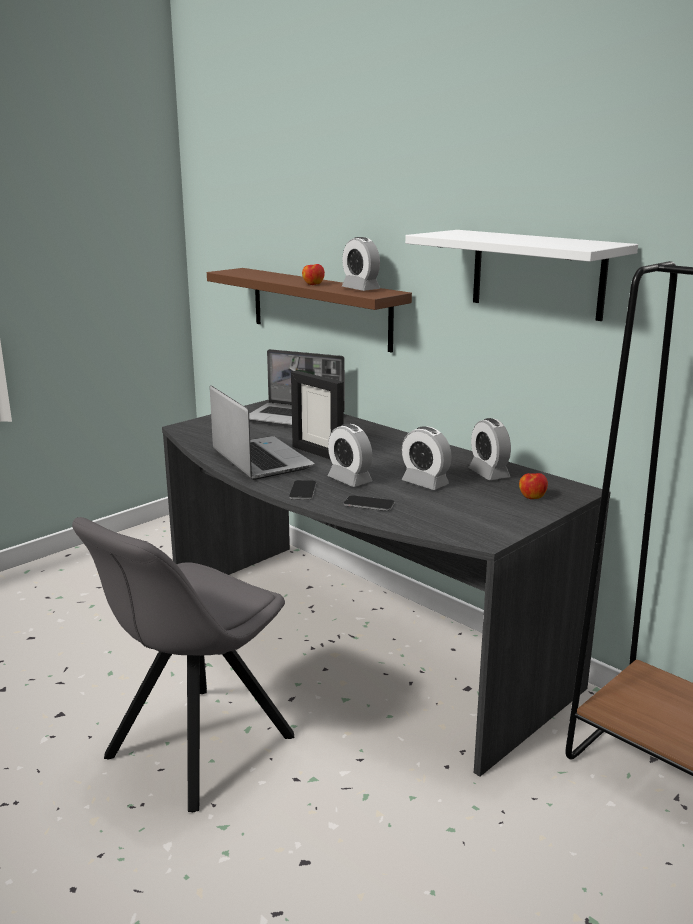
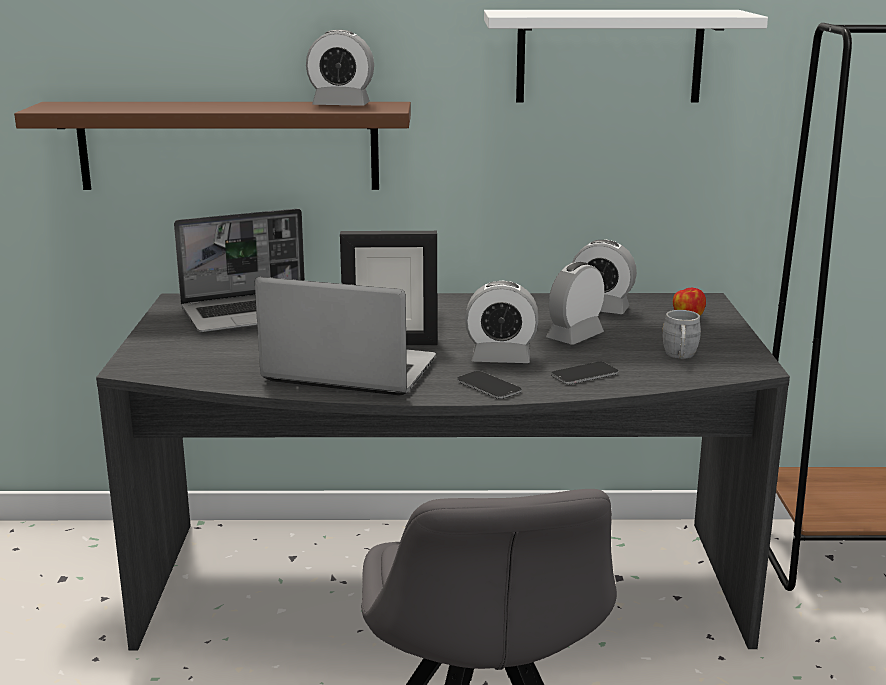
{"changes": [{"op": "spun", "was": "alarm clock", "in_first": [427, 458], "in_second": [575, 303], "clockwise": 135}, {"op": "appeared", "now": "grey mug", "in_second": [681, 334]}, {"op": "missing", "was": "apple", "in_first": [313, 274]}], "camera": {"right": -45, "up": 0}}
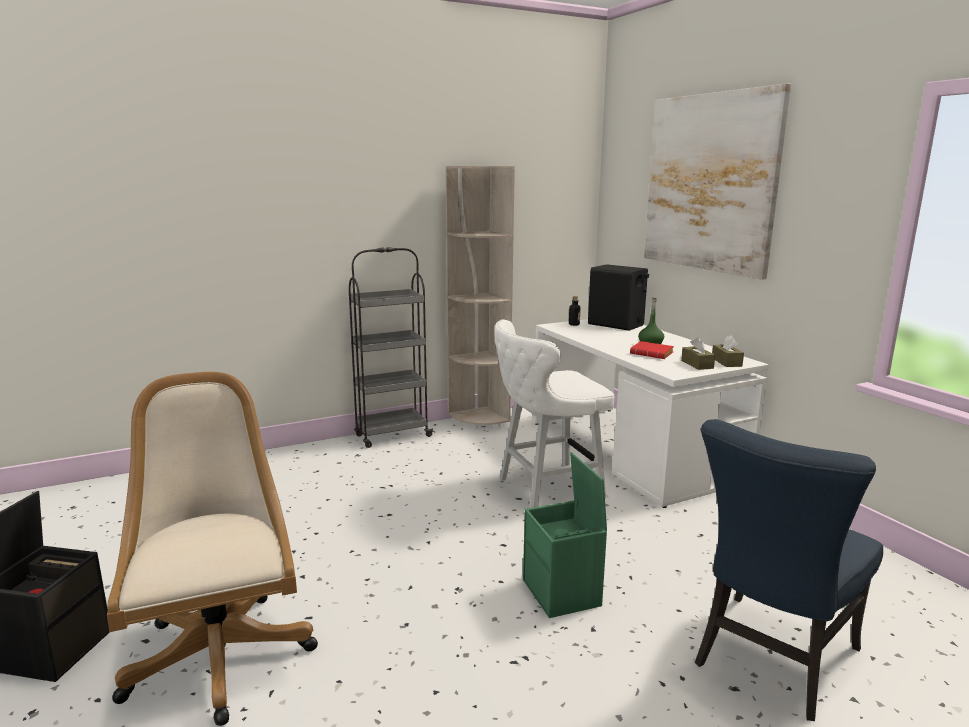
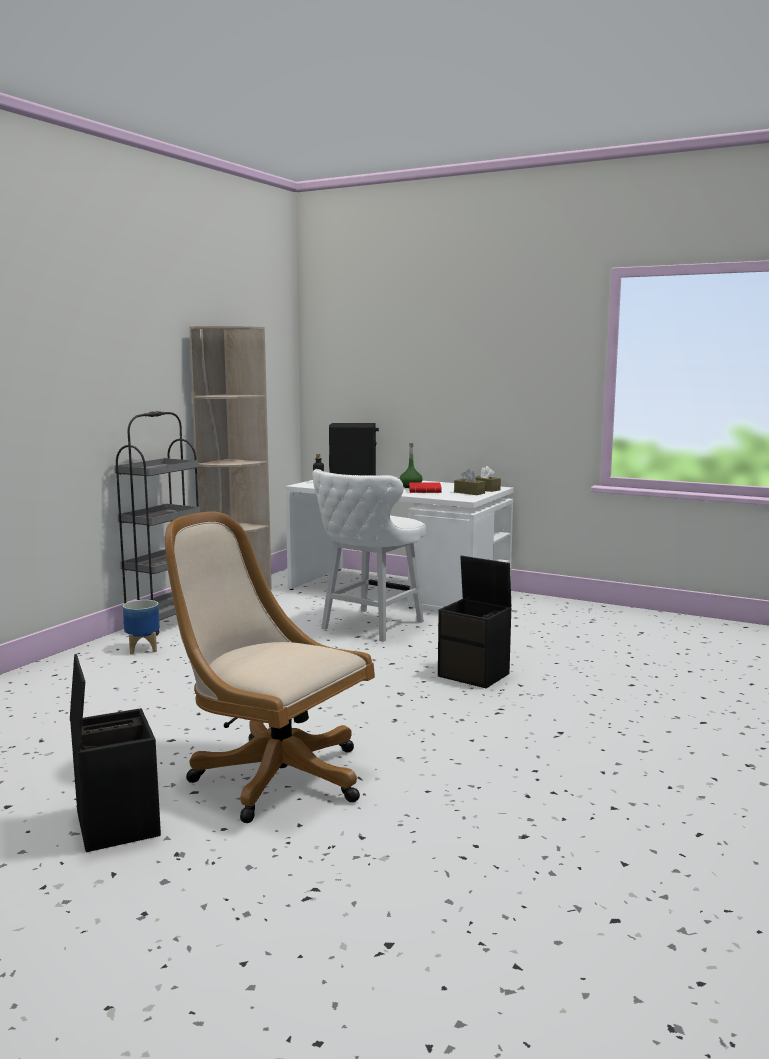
{"changes": [{"op": "appeared", "now": "planter", "in_second": [141, 627]}, {"op": "colour", "was": "green storage box", "now": "black storage box", "in_first": [565, 535], "in_second": [474, 622]}, {"op": "missing", "was": "picture", "in_first": [717, 181]}, {"op": "missing", "was": "blue chair", "in_first": [789, 570]}], "camera": {"right": -35, "up": -5}}
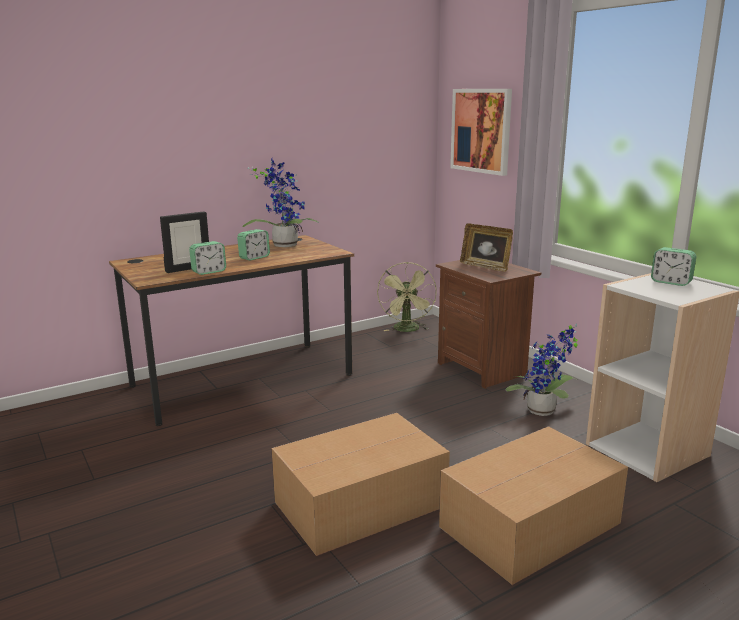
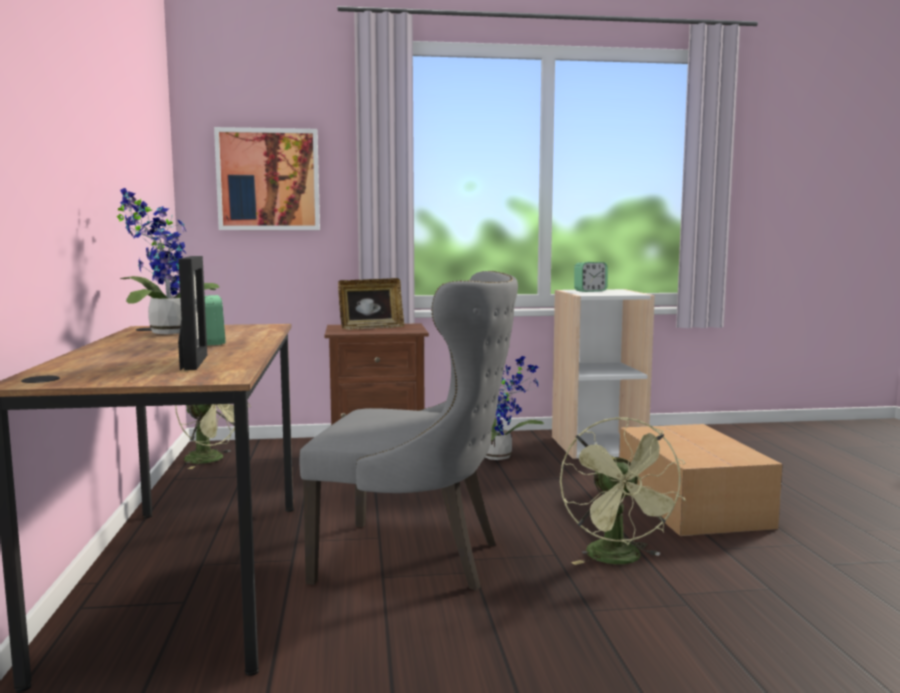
{"changes": [{"op": "appeared", "now": "grey chair", "in_second": [408, 430]}, {"op": "exchanged", "was": "cardboard box", "now": "green fan", "in_first": [361, 484], "in_second": [623, 491]}, {"op": "missing", "was": "alarm clock", "in_first": [207, 258]}], "camera": {"right": -65, "up": -10}}
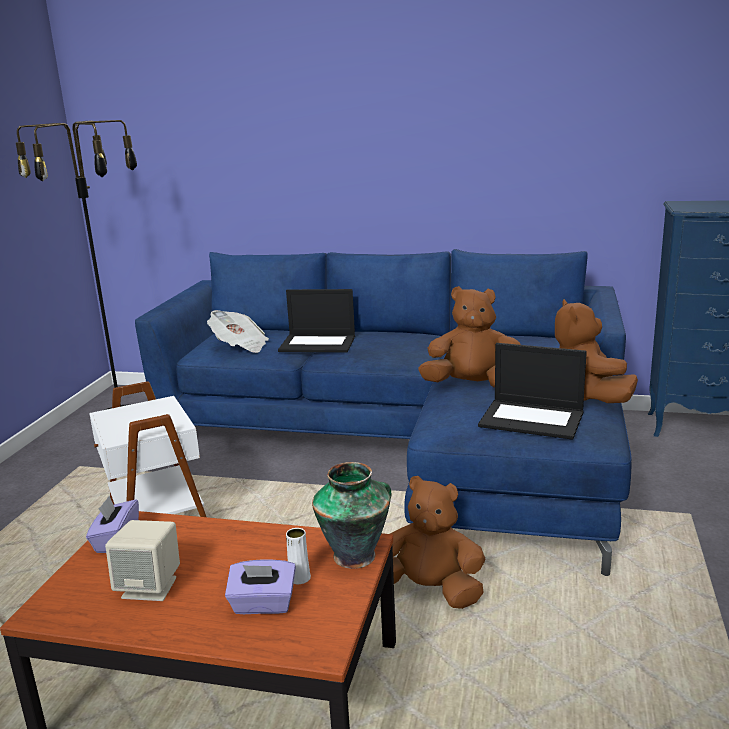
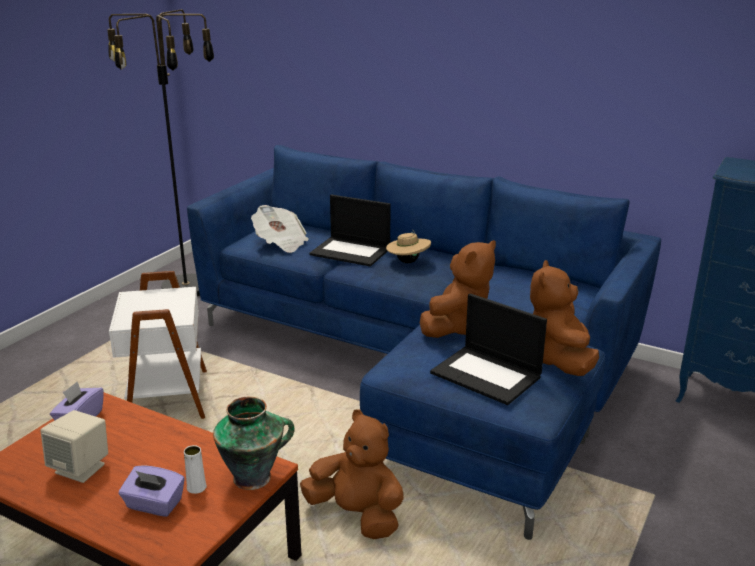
{"changes": [{"op": "appeared", "now": "beige hat", "in_second": [408, 246]}, {"op": "spun", "was": "brown plush toy", "in_first": [469, 337], "in_second": [458, 289], "clockwise": 105}], "camera": {"right": 15, "up": 5}}
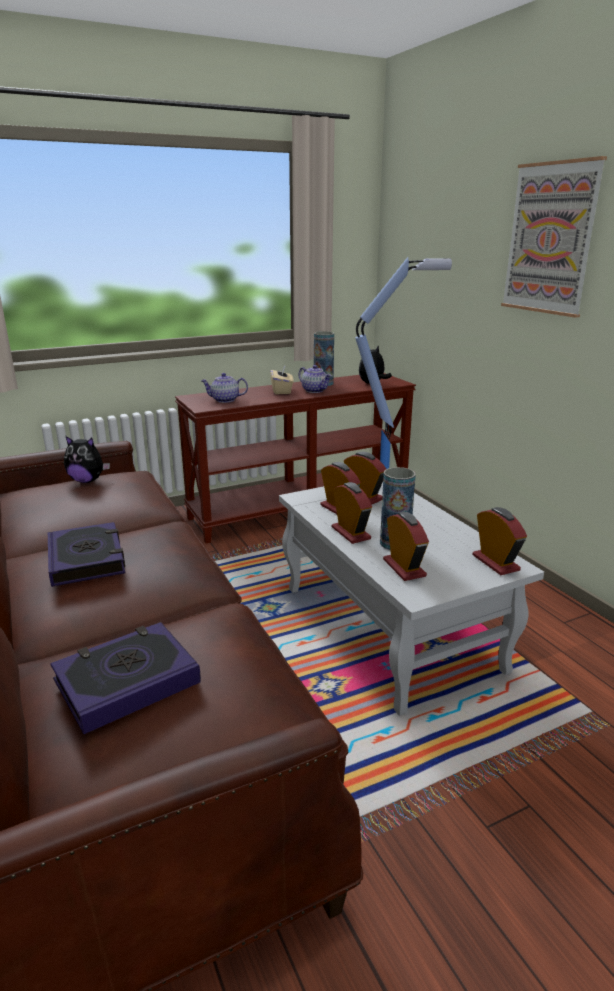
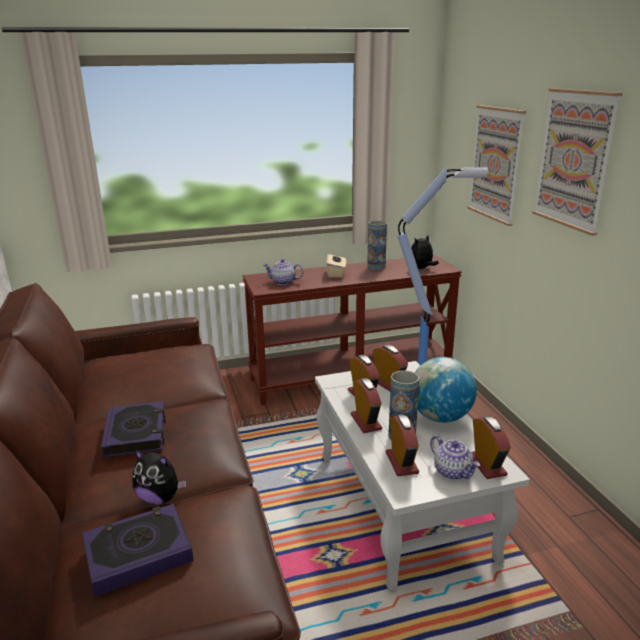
{"changes": [{"op": "relocated", "was": "plush toy", "in_first": [87, 459], "in_second": [159, 477]}, {"op": "appeared", "now": "globe", "in_second": [446, 390]}, {"op": "relocated", "was": "teapot", "in_first": [314, 379], "in_second": [455, 457]}, {"op": "appeared", "now": "picture", "in_second": [496, 165]}], "camera": {"right": 10, "up": 0}}
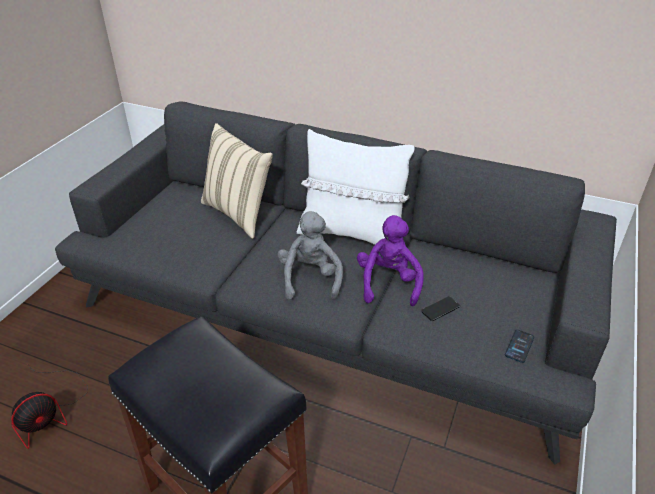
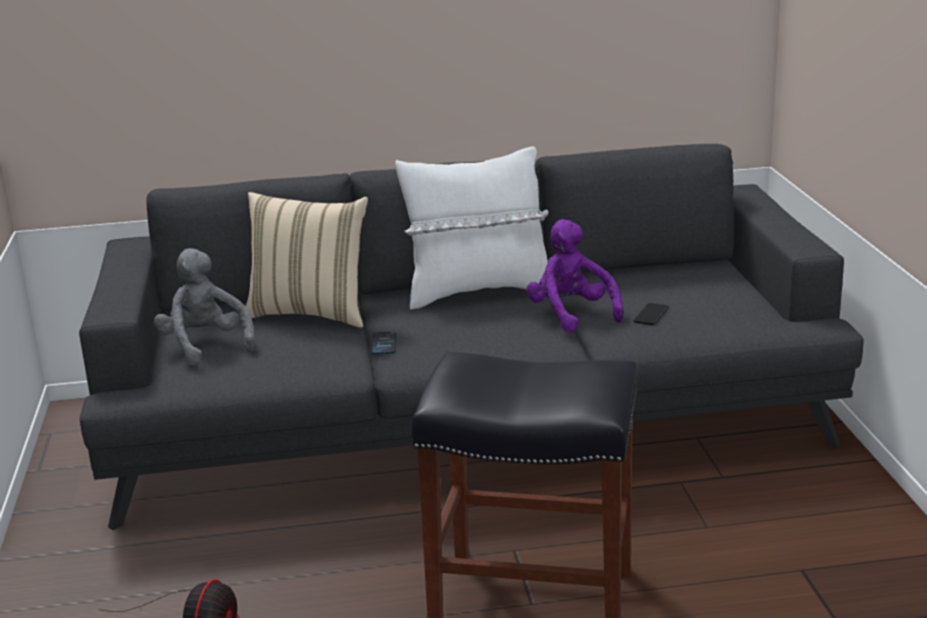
{"changes": [{"op": "relocated", "was": "grey plush toy", "in_first": [310, 255], "in_second": [204, 307]}, {"op": "relocated", "was": "phone", "in_first": [519, 346], "in_second": [384, 343]}], "camera": {"right": -30, "up": -15}}
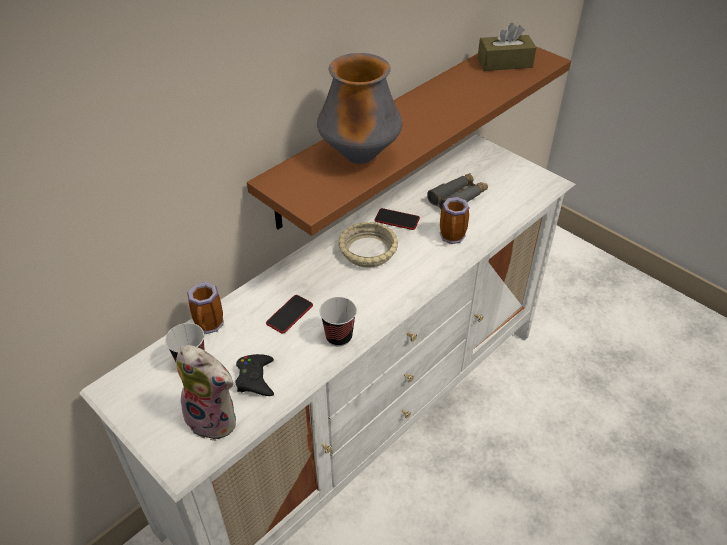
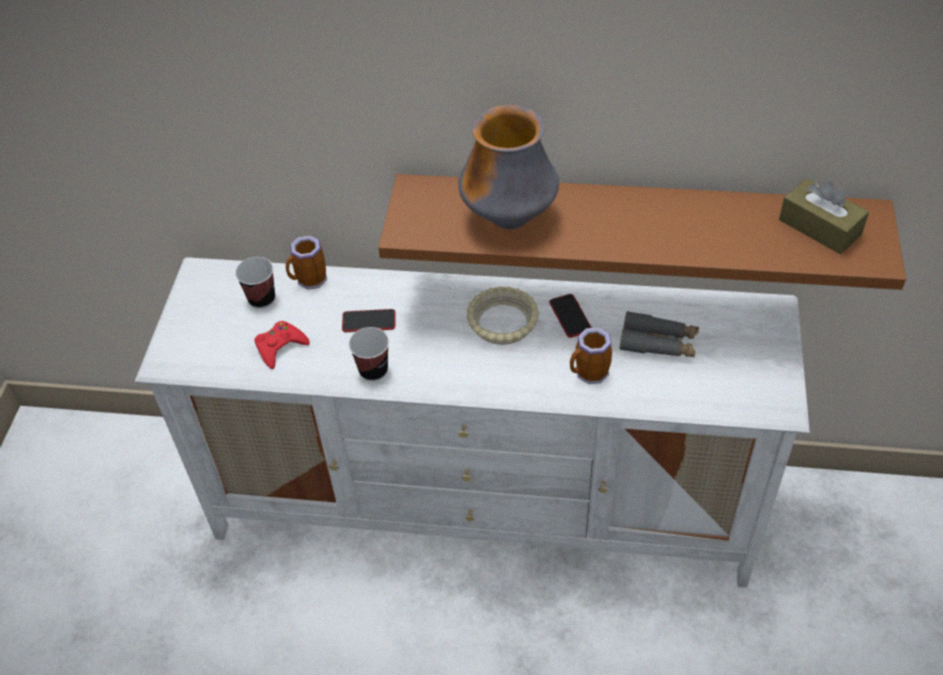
{"changes": [{"op": "colour", "was": "black game controller", "now": "red game controller", "in_first": [254, 375], "in_second": [282, 345]}, {"op": "missing", "was": "plush toy", "in_first": [206, 393]}], "camera": {"right": 55, "up": 5}}
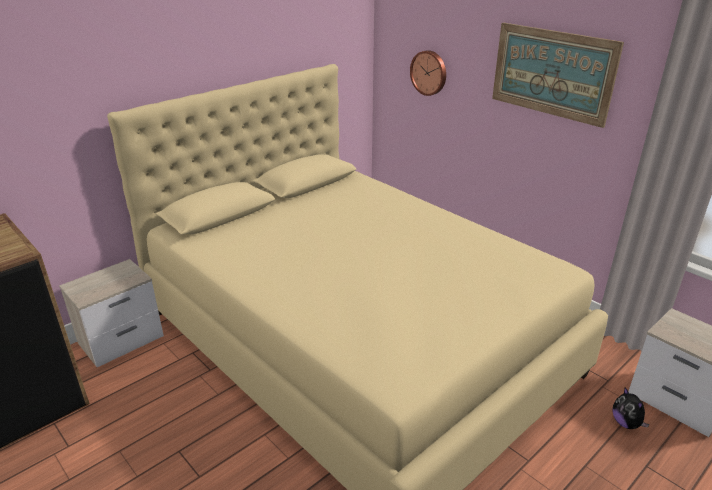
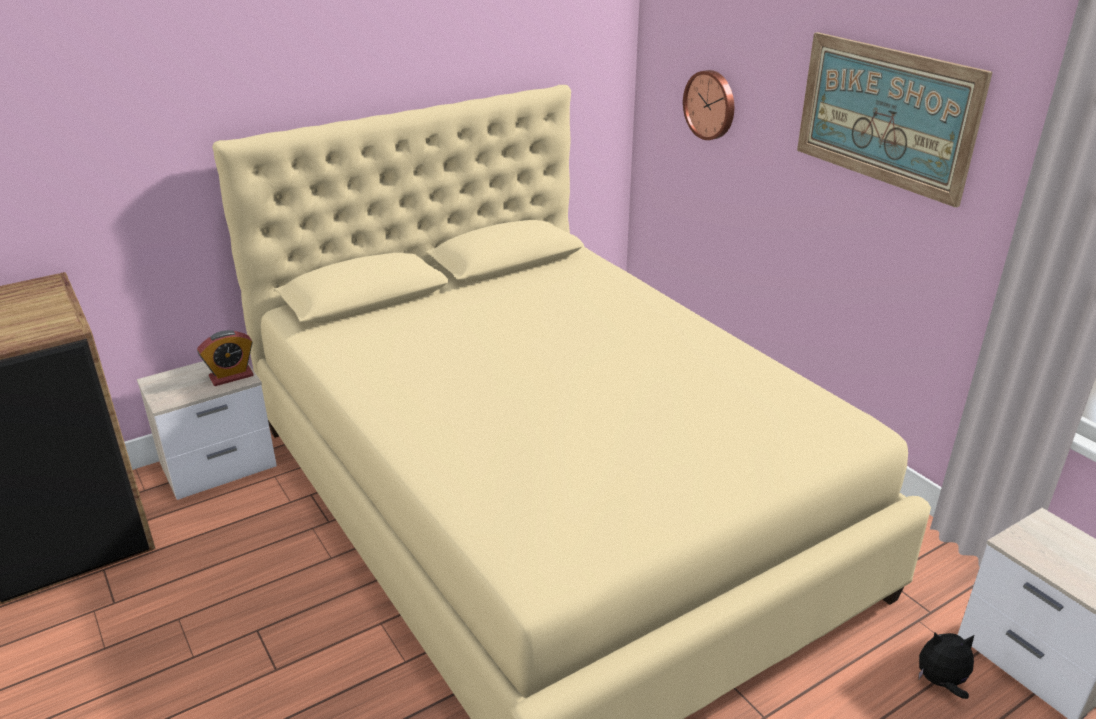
{"changes": [{"op": "appeared", "now": "alarm clock", "in_second": [225, 358]}, {"op": "spun", "was": "plush toy", "in_first": [630, 408], "in_second": [946, 665], "clockwise": 105}], "camera": {"right": 10, "up": 0}}
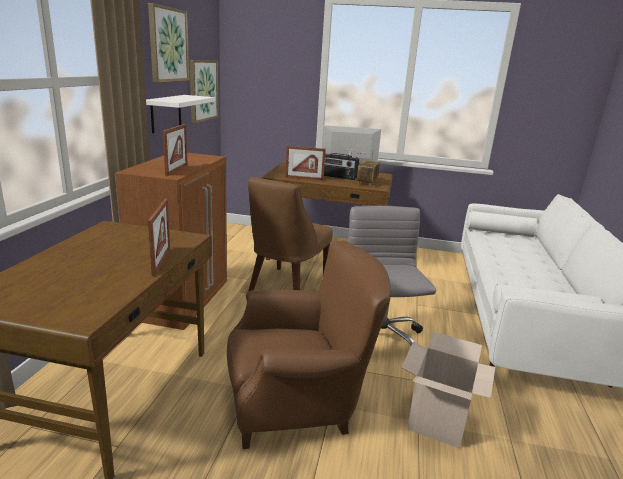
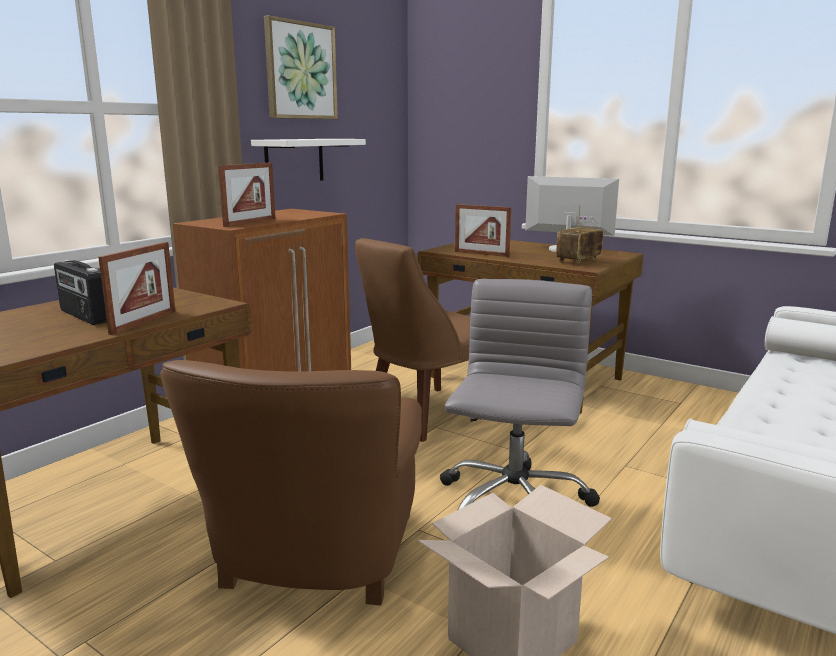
{"changes": [{"op": "relocated", "was": "radio", "in_first": [341, 166], "in_second": [80, 292]}, {"op": "spun", "was": "brown armchair", "in_first": [309, 344], "in_second": [291, 483], "clockwise": 90}, {"op": "missing", "was": "picture", "in_first": [204, 91]}], "camera": {"right": 25, "up": -5}}
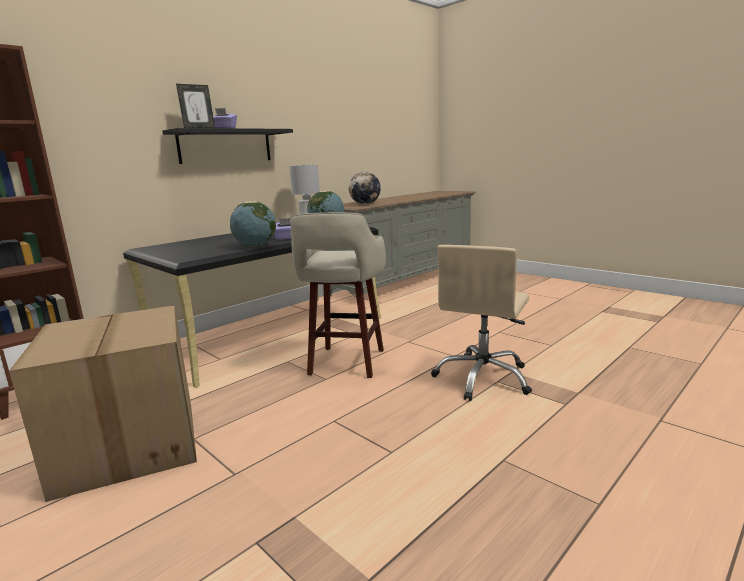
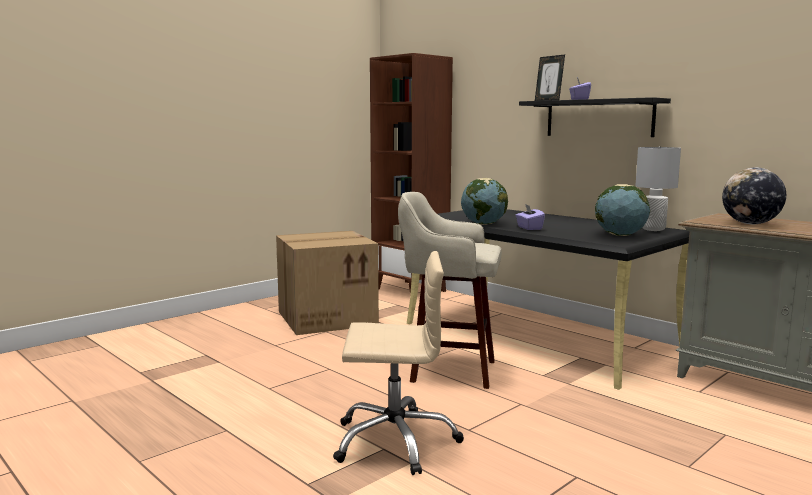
{"changes": [{"op": "spun", "was": "beige office chair", "in_first": [481, 323], "in_second": [398, 363], "clockwise": 150}], "camera": {"right": 90, "up": -5}}
